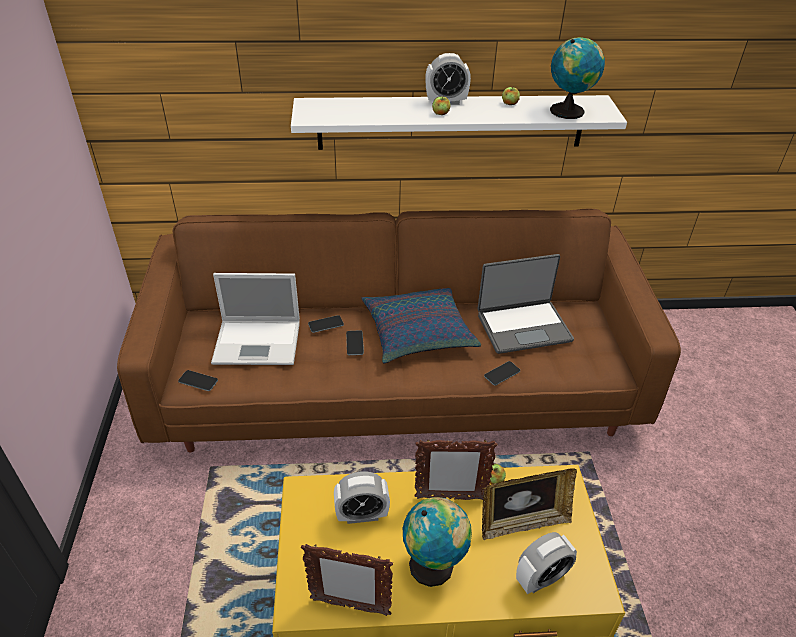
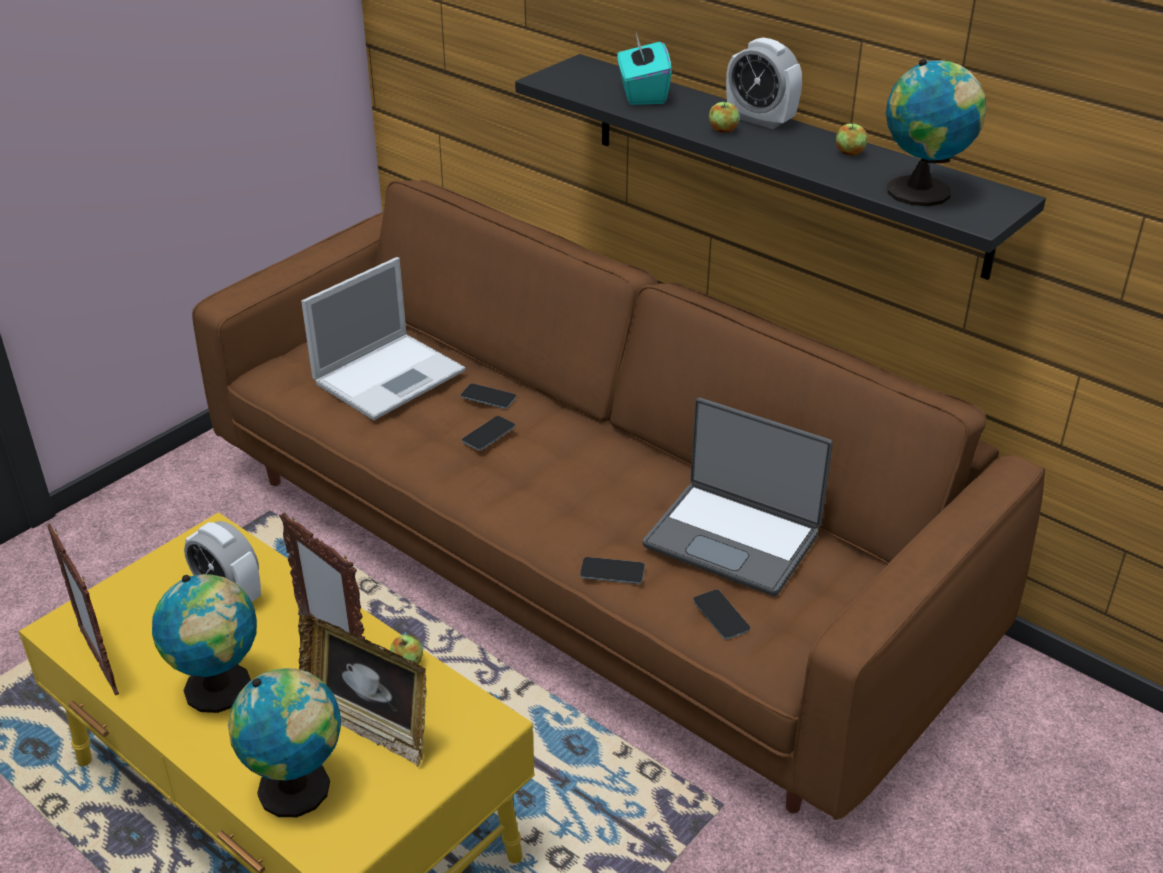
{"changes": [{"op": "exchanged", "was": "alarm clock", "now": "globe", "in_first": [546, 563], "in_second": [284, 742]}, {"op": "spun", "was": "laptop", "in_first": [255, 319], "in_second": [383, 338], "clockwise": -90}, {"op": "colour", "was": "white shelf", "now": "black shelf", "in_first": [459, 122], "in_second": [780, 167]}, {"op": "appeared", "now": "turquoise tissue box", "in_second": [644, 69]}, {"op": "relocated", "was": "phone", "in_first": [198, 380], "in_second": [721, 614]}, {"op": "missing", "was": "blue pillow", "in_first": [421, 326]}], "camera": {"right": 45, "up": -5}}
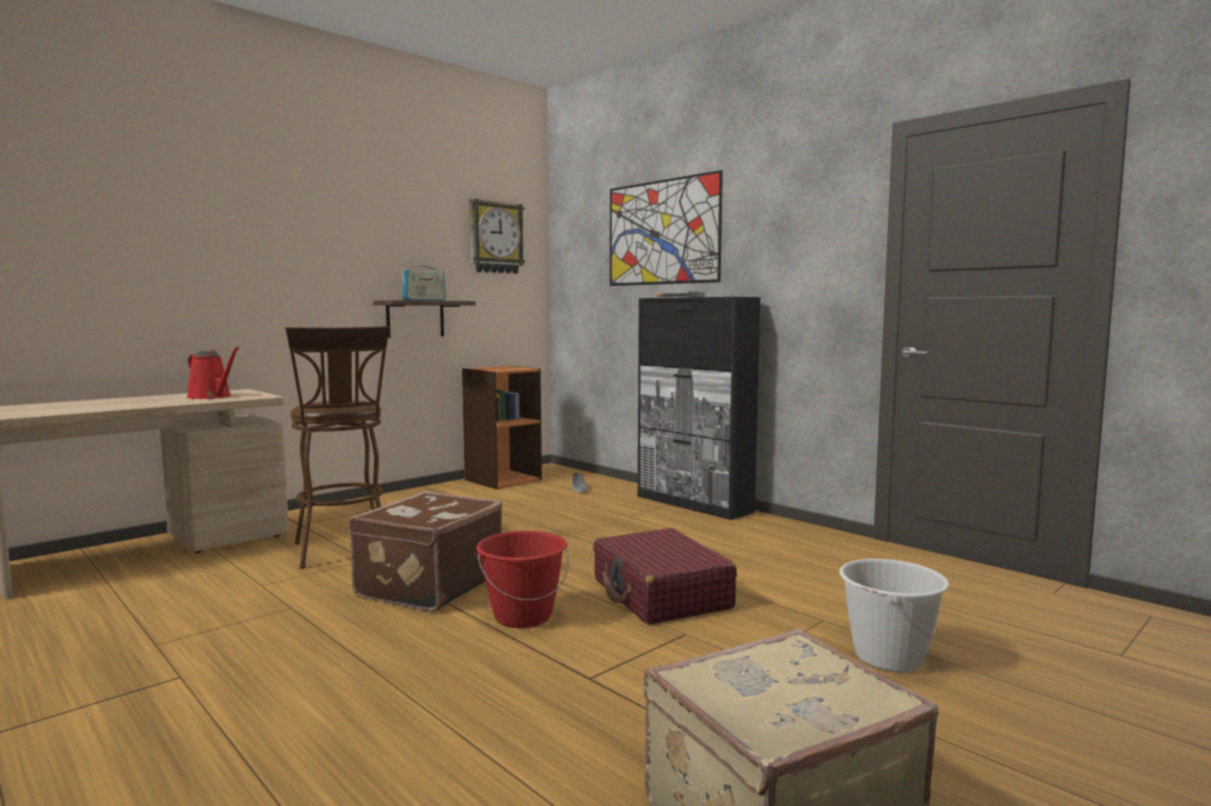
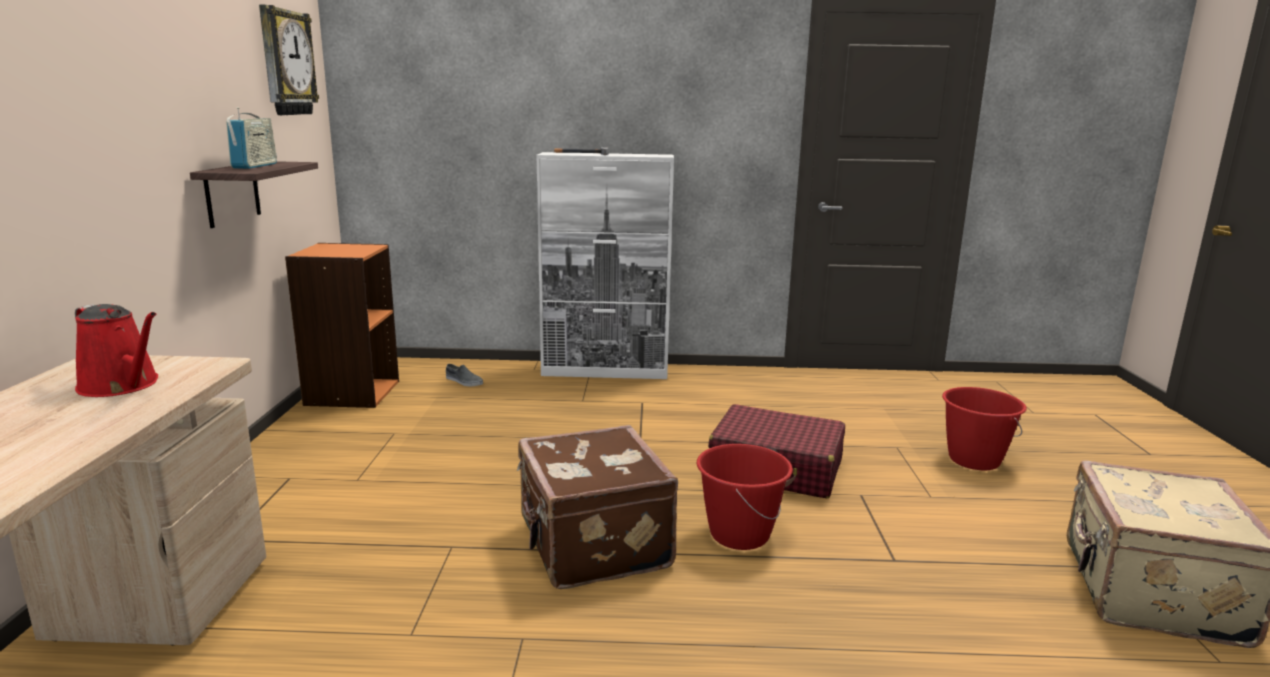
{"changes": [{"op": "spun", "was": "red watering can", "in_first": [213, 373], "in_second": [116, 350], "clockwise": 45}, {"op": "colour", "was": "black cabinet", "now": "white cabinet", "in_first": [699, 408], "in_second": [605, 265]}, {"op": "colour", "was": "white bucket", "now": "red bucket", "in_first": [894, 615], "in_second": [984, 428]}, {"op": "missing", "was": "brown stool", "in_first": [337, 447]}, {"op": "missing", "was": "picture", "in_first": [666, 228]}], "camera": {"right": -45, "up": 10}}
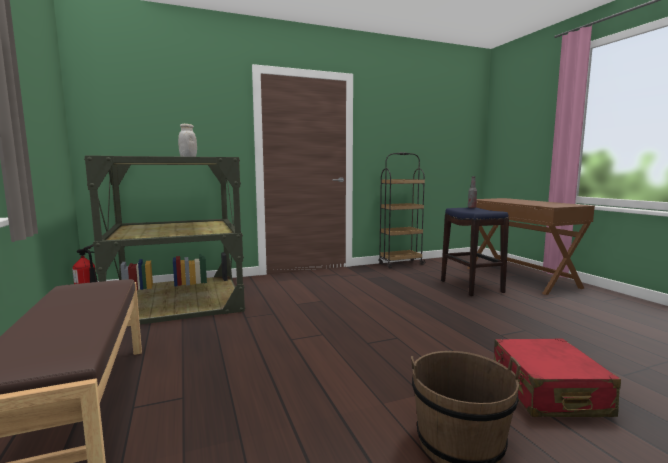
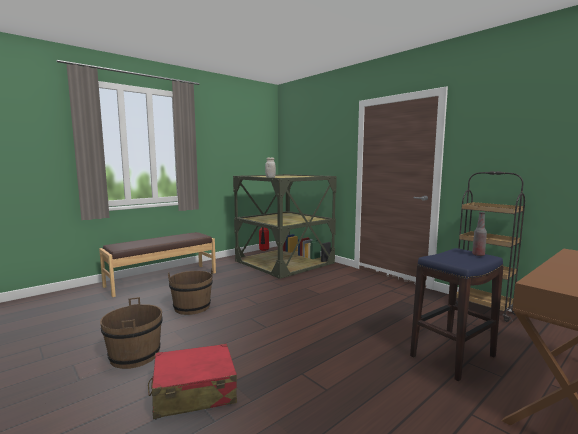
{"changes": [{"op": "appeared", "now": "brown bucket", "in_second": [190, 292]}], "camera": {"right": 70, "up": 0}}
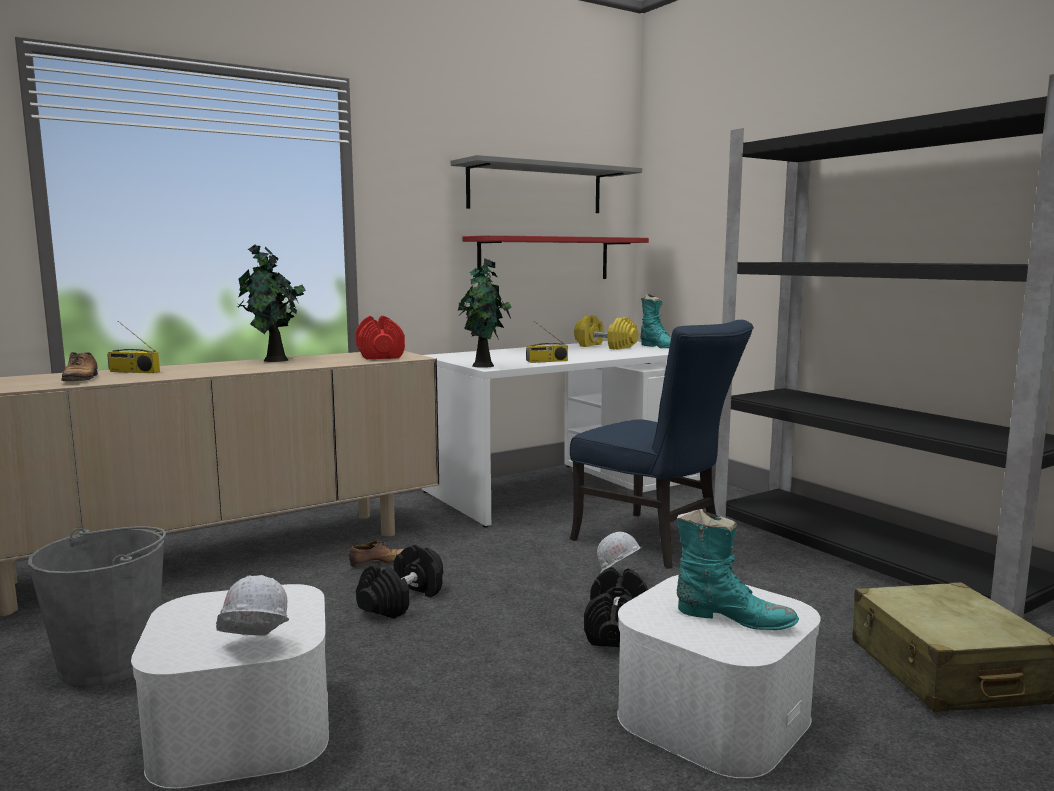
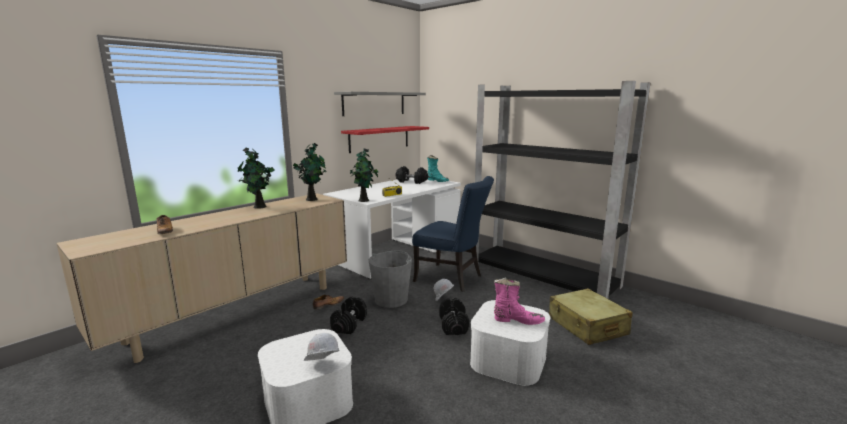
{"changes": [{"op": "exchanged", "was": "red dumbbell", "now": "potted plant", "in_first": [380, 337], "in_second": [309, 172]}, {"op": "relocated", "was": "grey bucket", "in_first": [97, 606], "in_second": [390, 279]}, {"op": "colour", "was": "yellow dumbbell", "now": "black dumbbell", "in_first": [606, 332], "in_second": [411, 175]}, {"op": "colour", "was": "turquoise boot", "now": "pink boot", "in_first": [738, 569], "in_second": [519, 301]}, {"op": "missing", "was": "radio", "in_first": [133, 347]}], "camera": {"right": -15, "up": 5}}
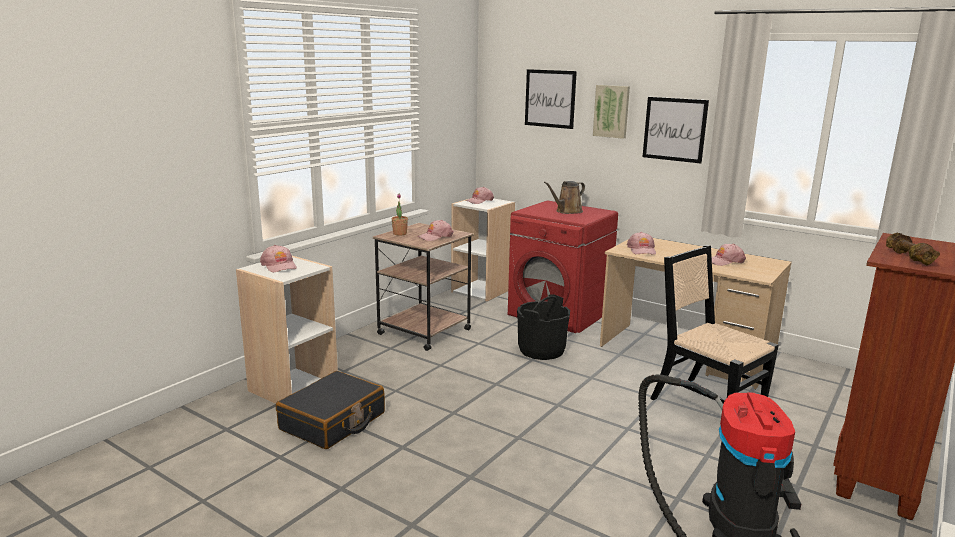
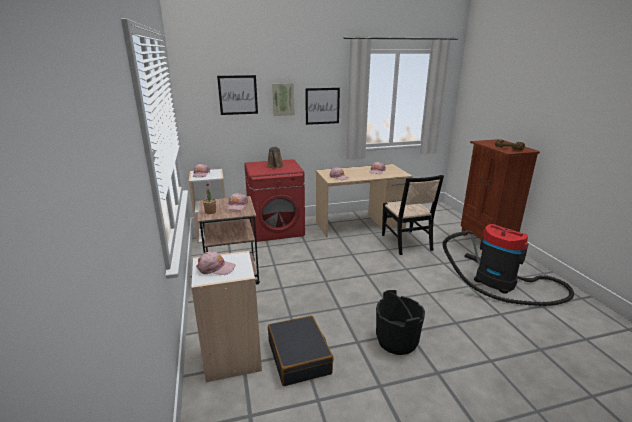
{"changes": [{"op": "relocated", "was": "black bucket", "in_first": [543, 327], "in_second": [400, 322]}, {"op": "spun", "was": "chair", "in_first": [714, 324], "in_second": [413, 215], "clockwise": -105}], "camera": {"right": -50, "up": 5}}
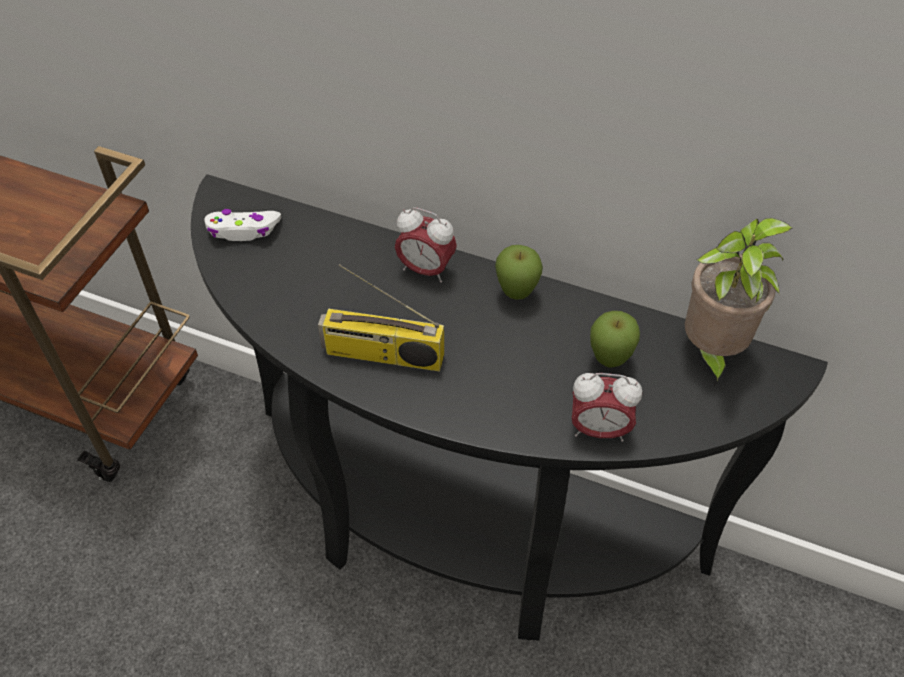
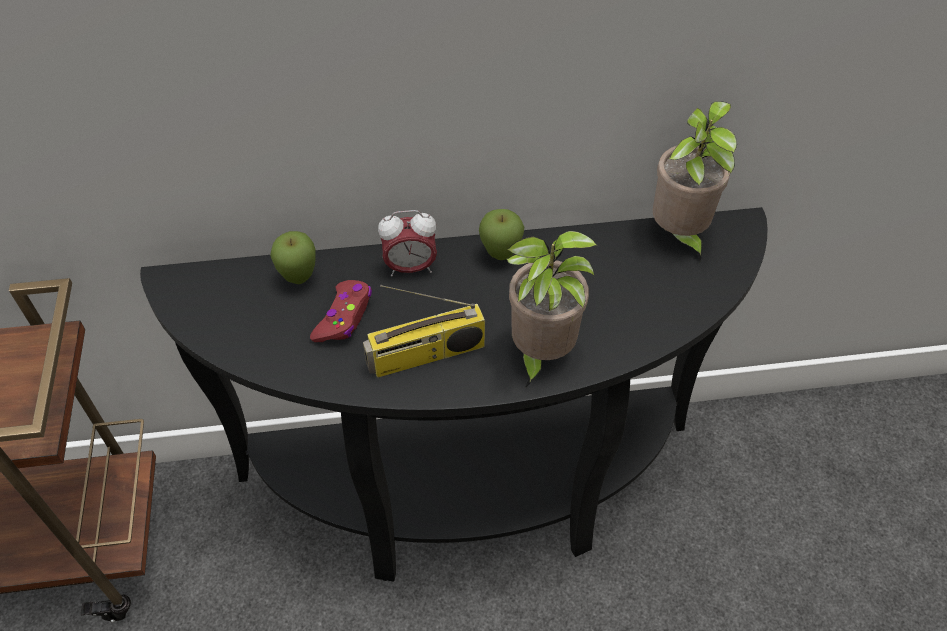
{"changes": [{"op": "relocated", "was": "apple", "in_first": [615, 339], "in_second": [292, 257]}, {"op": "appeared", "now": "red game controller", "in_second": [341, 311]}, {"op": "appeared", "now": "potted plant", "in_second": [552, 309]}, {"op": "missing", "was": "white game controller", "in_first": [243, 225]}, {"op": "missing", "was": "alarm clock", "in_first": [606, 407]}], "camera": {"right": -30, "up": 0}}
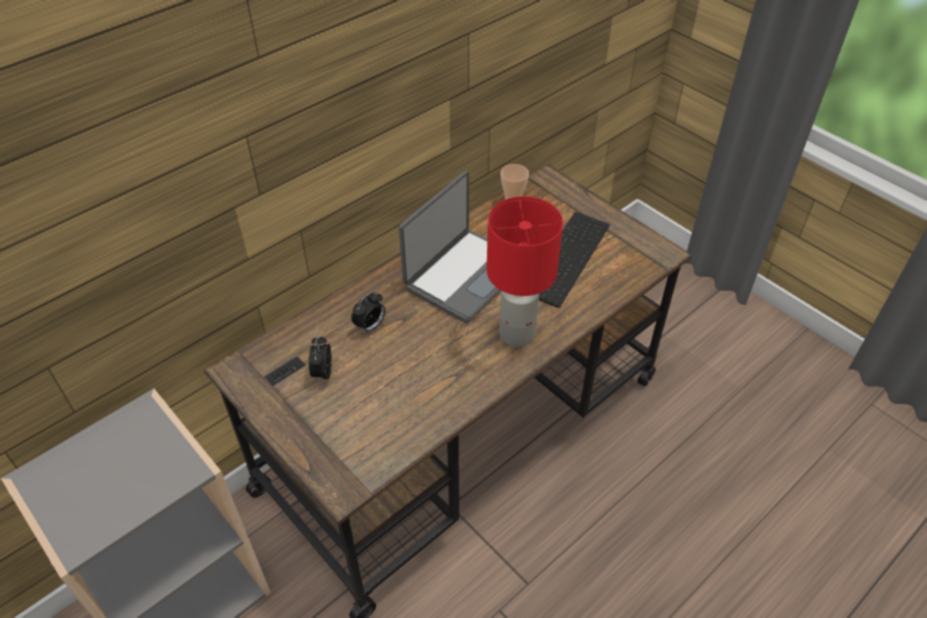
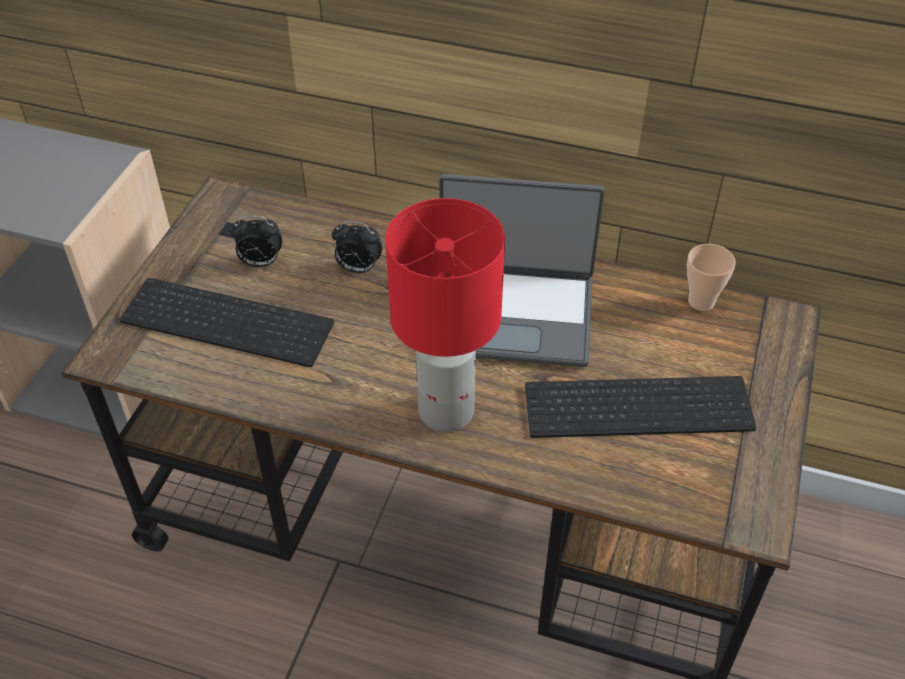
{"changes": [{"op": "appeared", "now": "keyboard", "in_second": [226, 322]}, {"op": "spun", "was": "alarm clock", "in_first": [320, 359], "in_second": [256, 241], "clockwise": -150}], "camera": {"right": 60, "up": 0}}
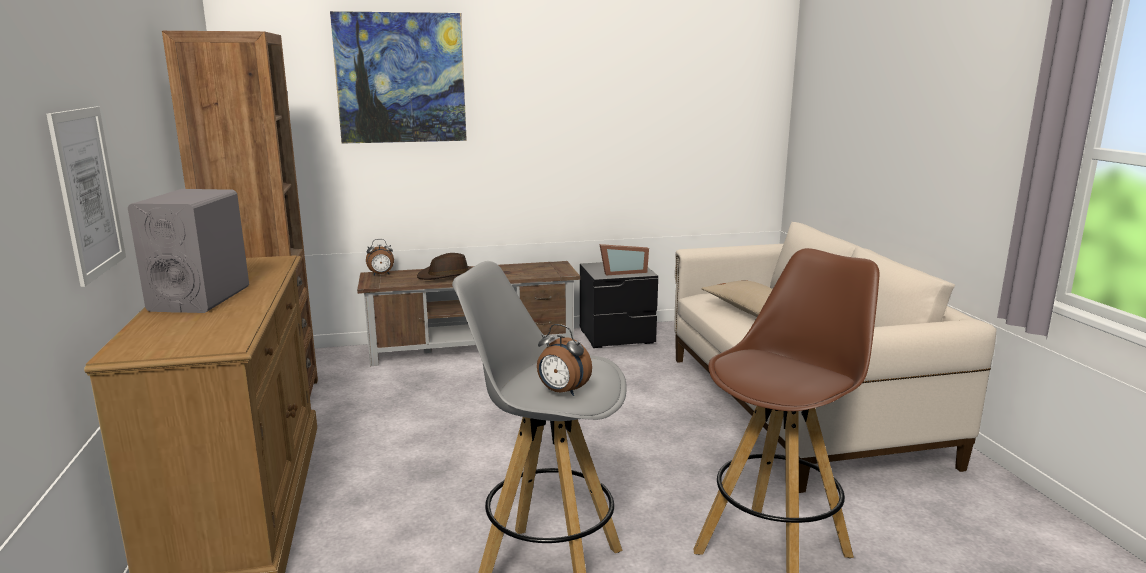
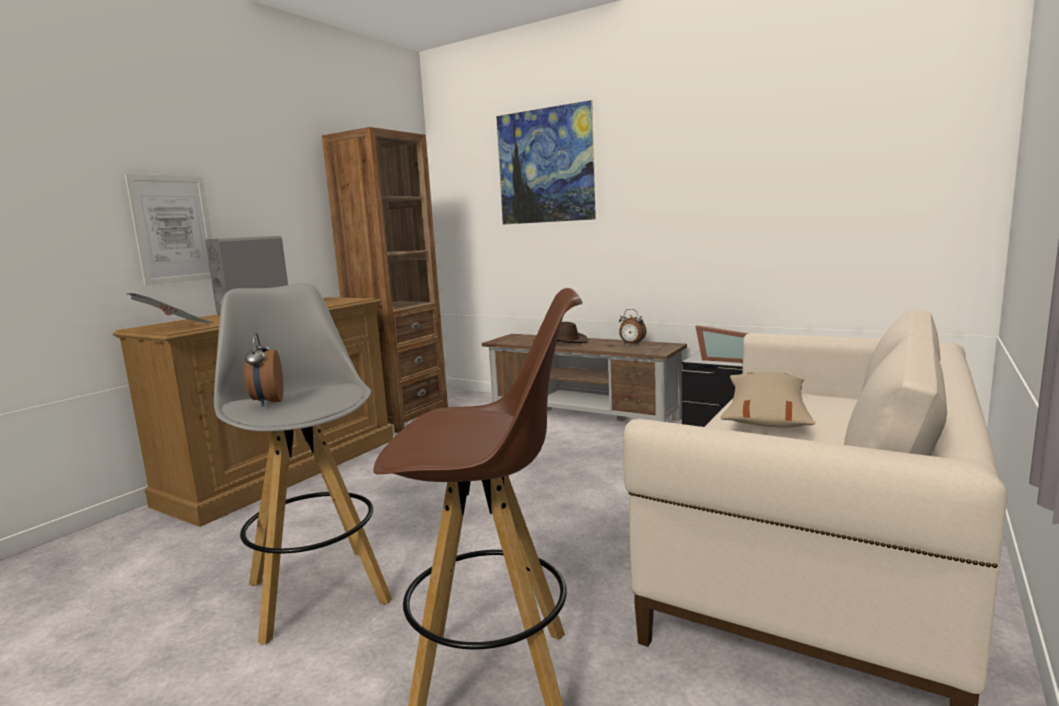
{"changes": [{"op": "appeared", "now": "newspaper", "in_second": [170, 308]}, {"op": "relocated", "was": "alarm clock", "in_first": [380, 257], "in_second": [633, 327]}], "camera": {"right": 45, "up": -5}}
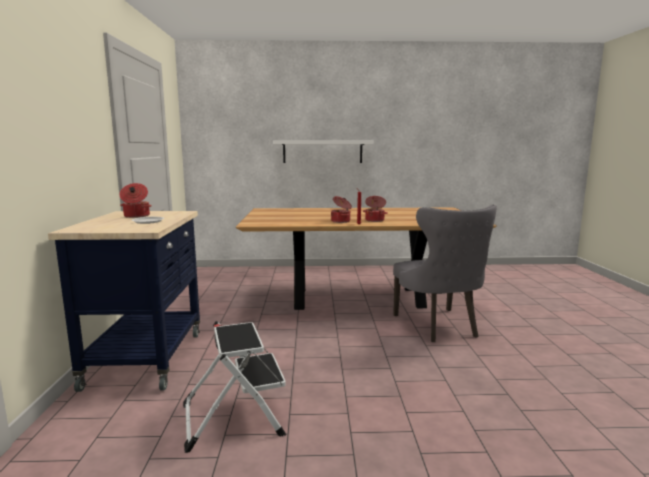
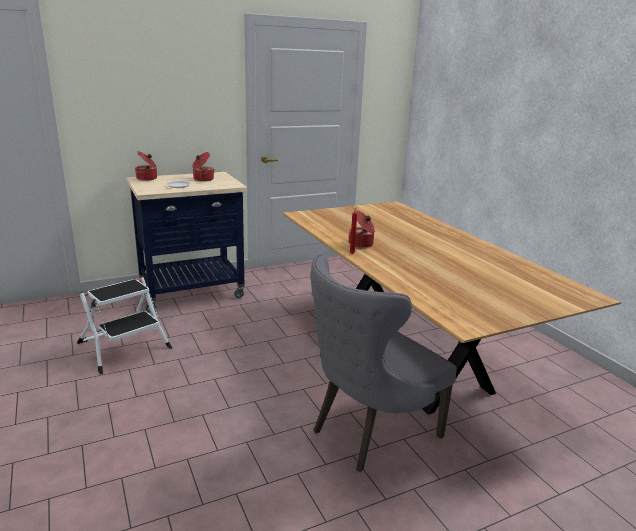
{"changes": [{"op": "relocated", "was": "cooking pot", "in_first": [375, 209], "in_second": [146, 166]}, {"op": "missing", "was": "white shelf", "in_first": [323, 151]}], "camera": {"right": 65, "up": 10}}
